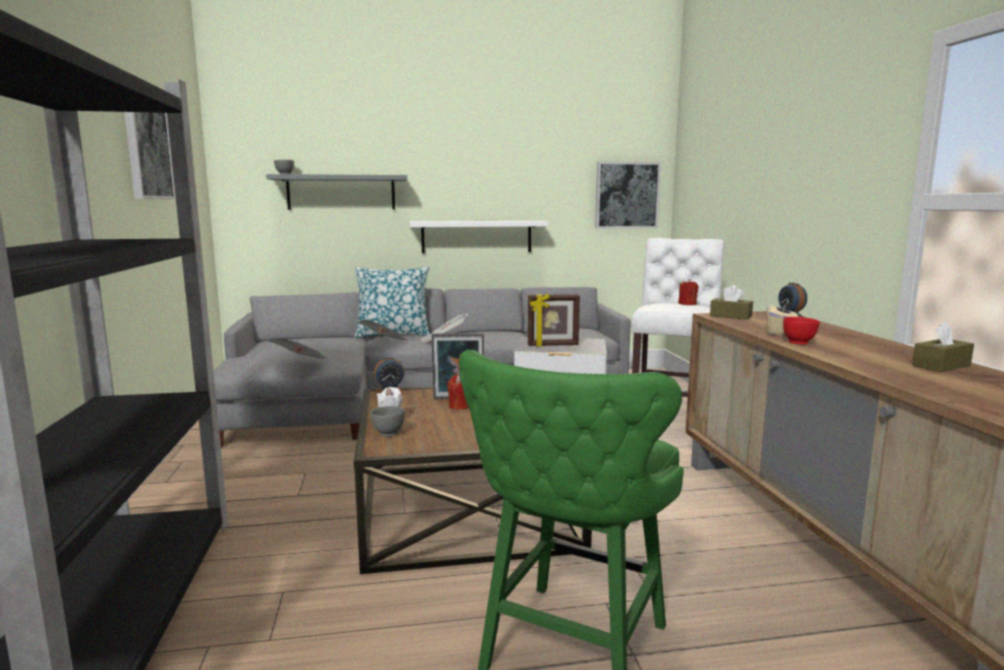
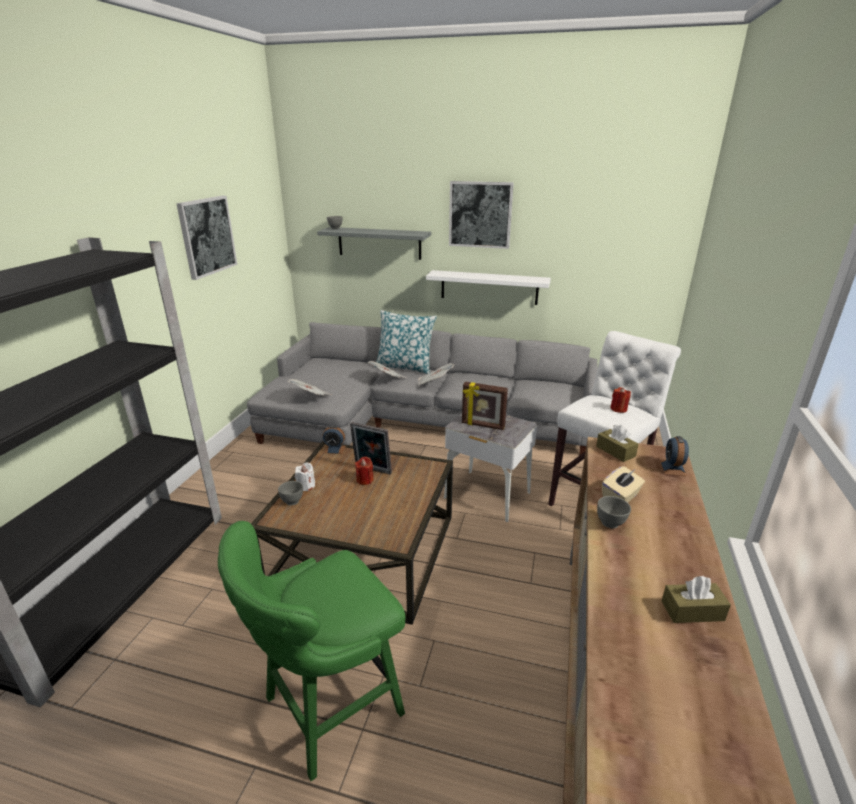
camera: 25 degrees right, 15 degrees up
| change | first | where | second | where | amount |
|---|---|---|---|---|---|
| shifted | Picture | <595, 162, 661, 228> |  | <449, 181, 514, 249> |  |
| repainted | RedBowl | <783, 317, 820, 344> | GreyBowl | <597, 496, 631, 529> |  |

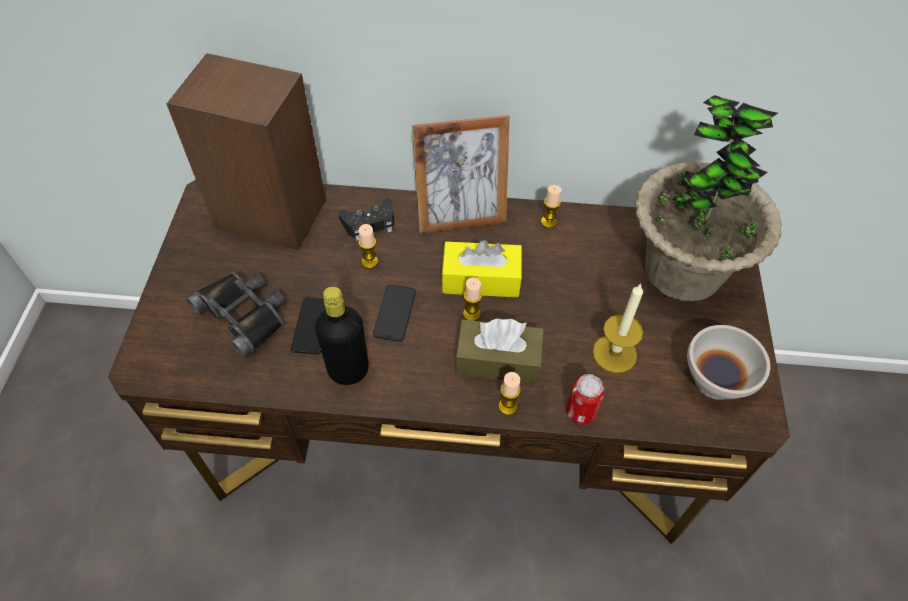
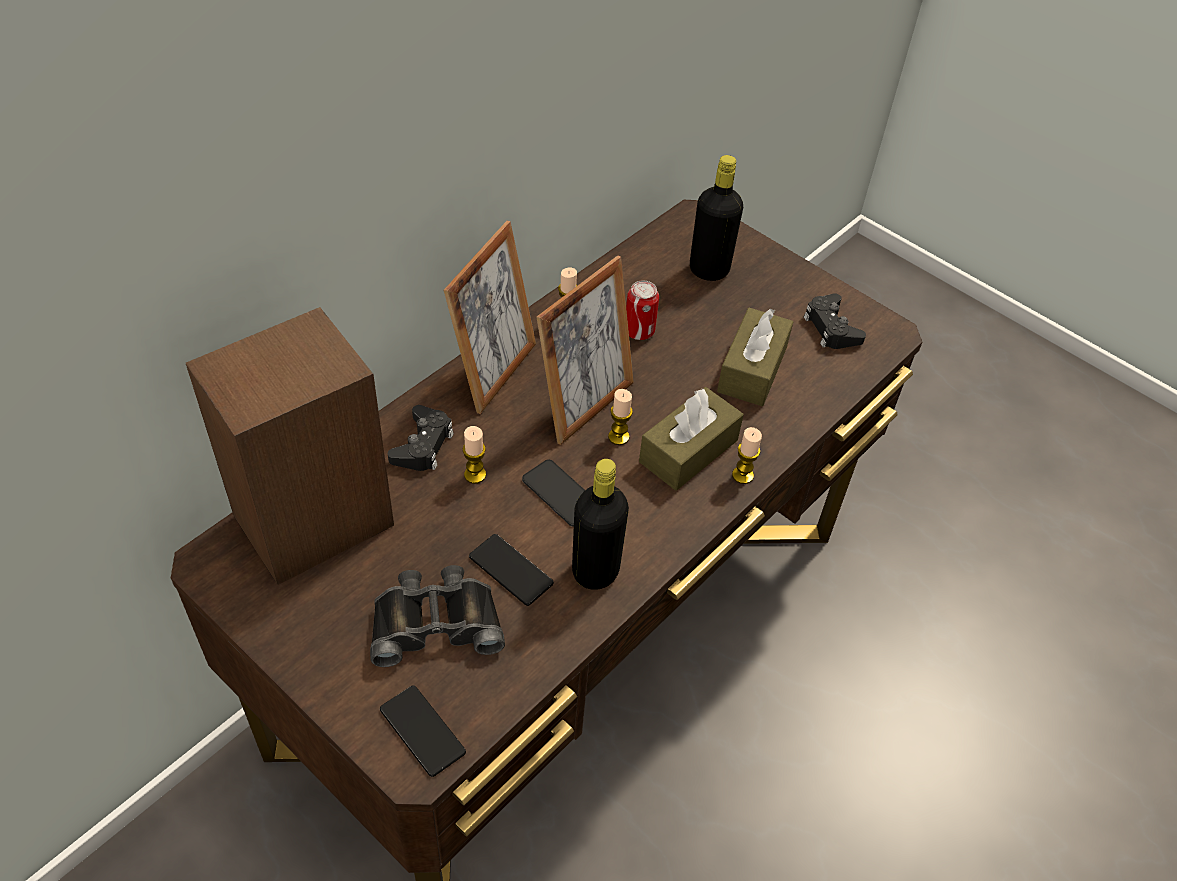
camera: 55 degrees left, 5 degrees down
| change | first | where | second | where | amount |
|---|---|---|---|---|---|
| swapped | YellowTissueBox | <441, 240, 522, 297> | PictureFrame | <536, 255, 634, 445> |  |
| shifted | Can | <566, 374, 605, 425> |  | <626, 280, 659, 340> |  |
| swapped | Candle | <593, 283, 643, 373> | BrownTissueBox | <717, 308, 793, 406> |  |
| swapped | PottedPlant | <635, 95, 782, 302> | BlackBottle | <690, 155, 743, 281> |  |
| swapped | WhiteBowl | <687, 325, 770, 400> | BlackGameController | <804, 293, 866, 349> |  |
| new |  |  | Phone | <380, 686, 466, 777> |  |

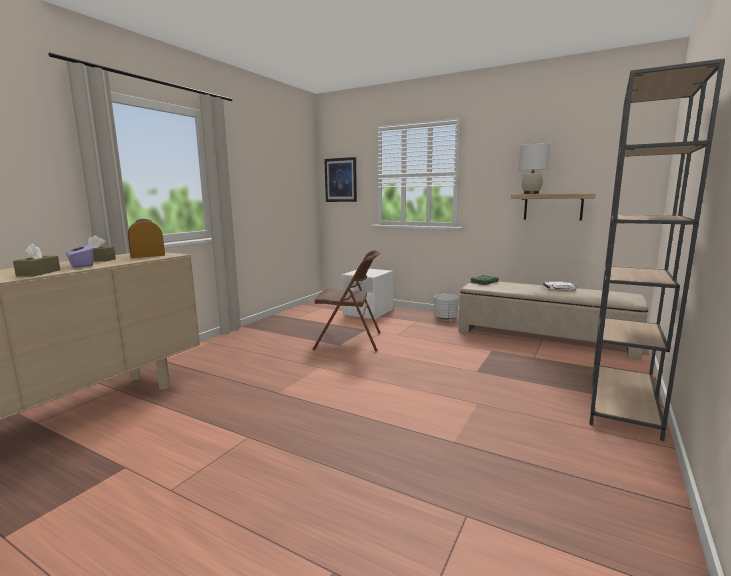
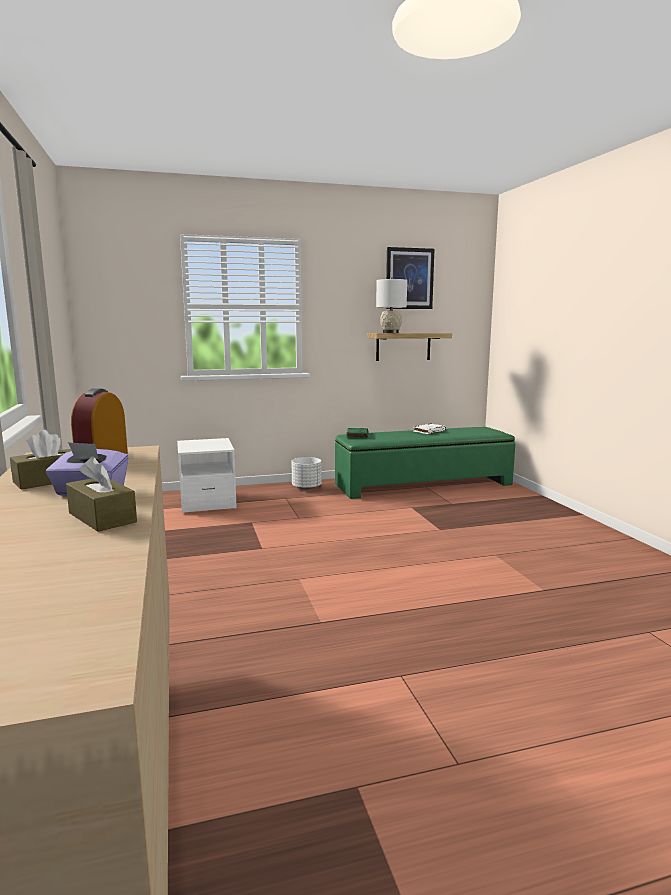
camera: 45 degrees left, 0 degrees up
| change | first | where | second | where | amount |
|---|---|---|---|---|---|
| gone | BrownChair | <313, 251, 380, 352> |  |  |  |
| shifted | Picture | <324, 157, 357, 202> |  | <386, 247, 434, 309> |  |
| repainted | BeigeBench | <458, 282, 649, 360> | GreenBench | <335, 427, 515, 499> |  |
| gone | Bookcase | <589, 58, 725, 441> |  |  |  |

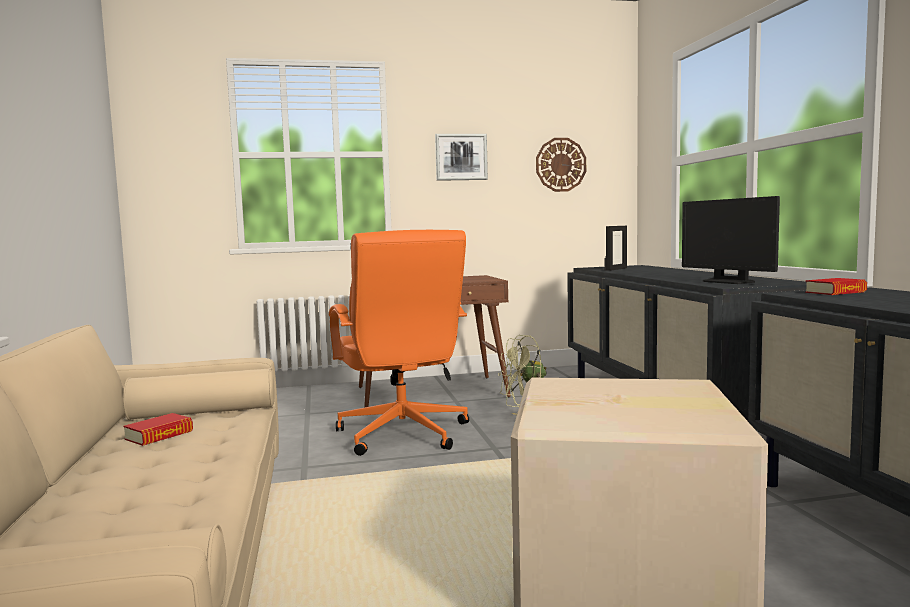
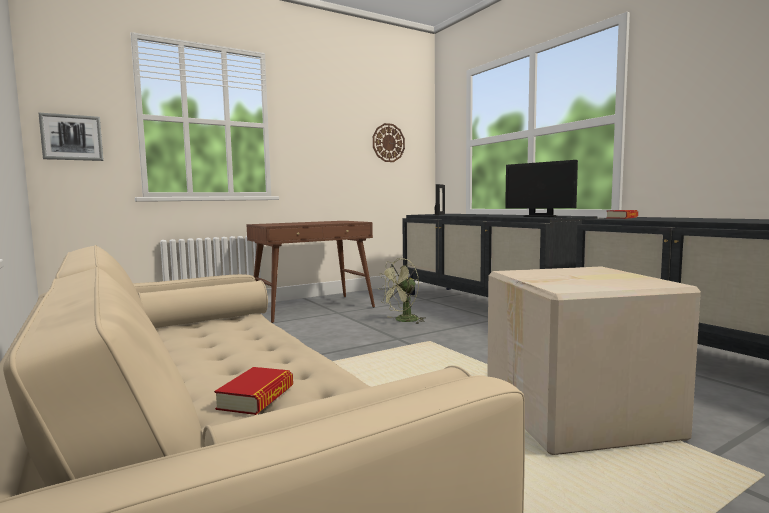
camera: 20 degrees left, 0 degrees up
| change | first | where | second | where | amount |
|---|---|---|---|---|---|
| shifted | Book | <123, 413, 193, 446> |  | <214, 367, 293, 415> |  |
| gone | OrangeOfficeChair | <329, 230, 469, 456> |  |  |  |
| shifted | Picture | <435, 134, 488, 181> |  | <38, 112, 104, 161> |  |

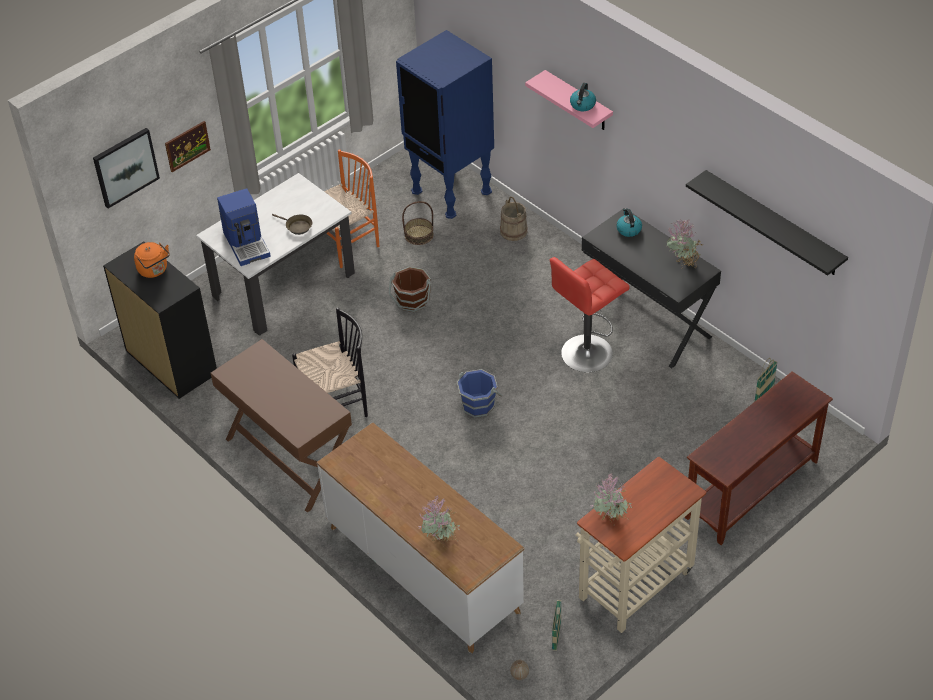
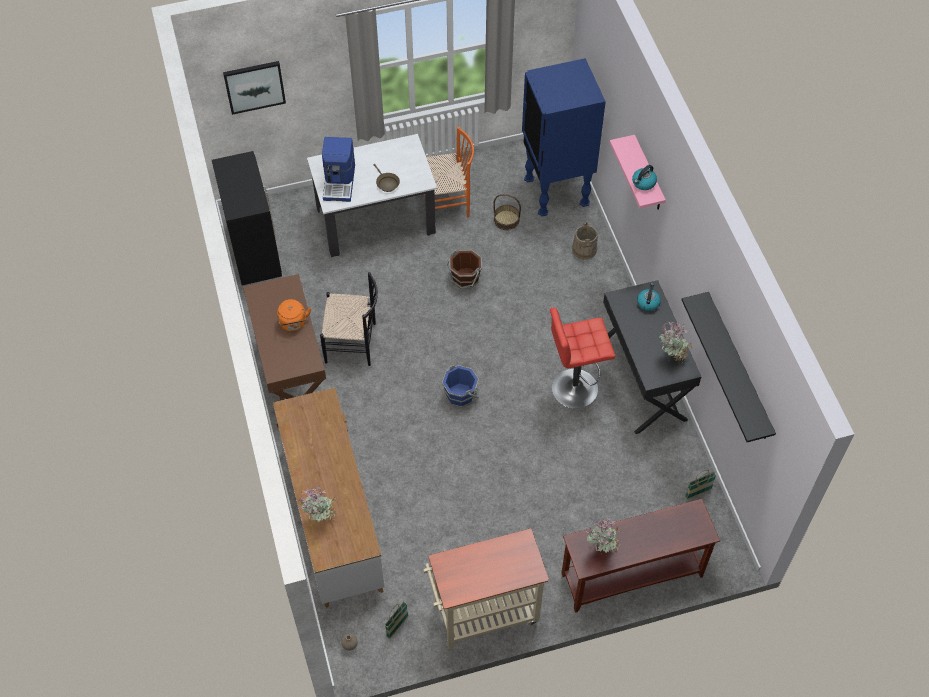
camera: 25 degrees right, 10 degrees up
| change | first | where | second | where | amount |
|---|---|---|---|---|---|
| shifted | OrangeKettle | <134, 242, 170, 278> |  | <277, 299, 311, 331> |  |
| gone | Picture | <165, 121, 211, 172> |  |  |  |
| shifted | PottedPlant | <590, 474, 632, 525> |  | <586, 517, 623, 554> |  |

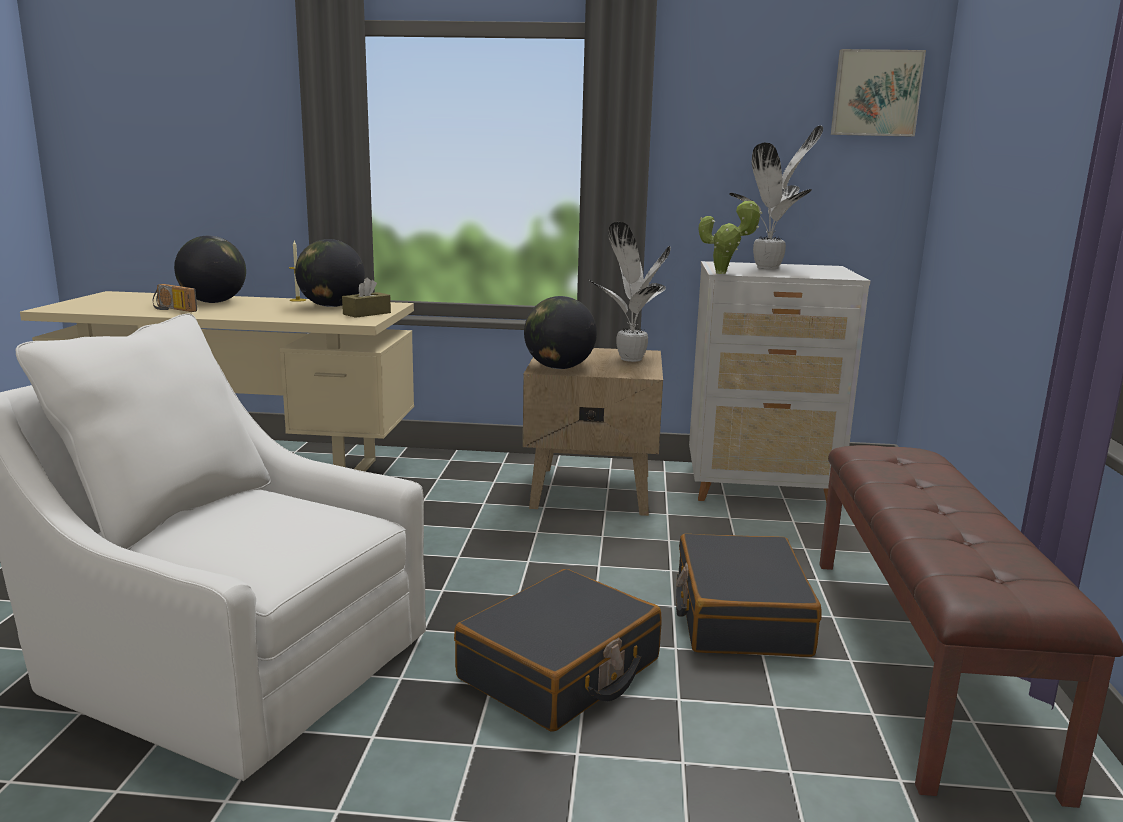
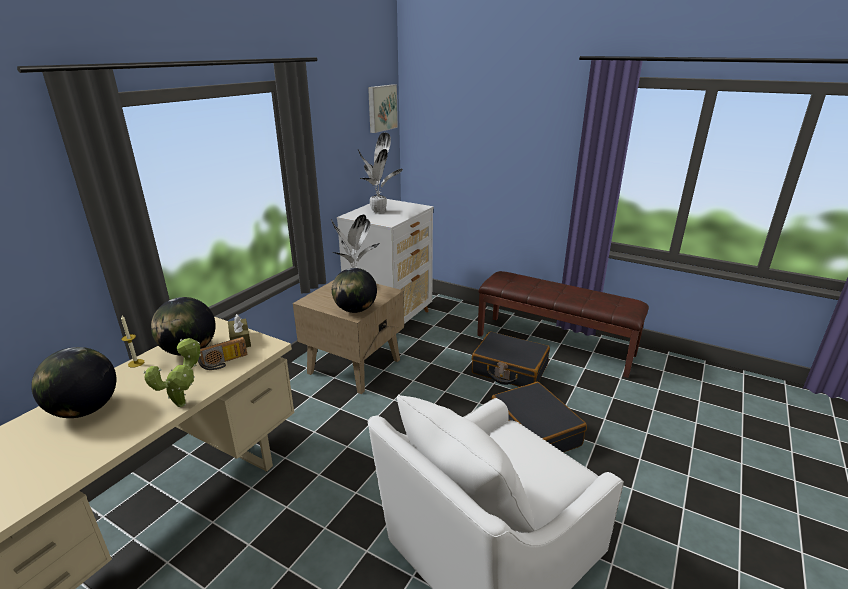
camera: 65 degrees left, 10 degrees up
| change | first | where | second | where | amount |
|---|---|---|---|---|---|
| shifted | Radio | <153, 284, 197, 312> |  | <198, 337, 247, 370> |  |
| shifted | PottedPlant | <698, 199, 762, 274> |  | <143, 338, 201, 407> |  |

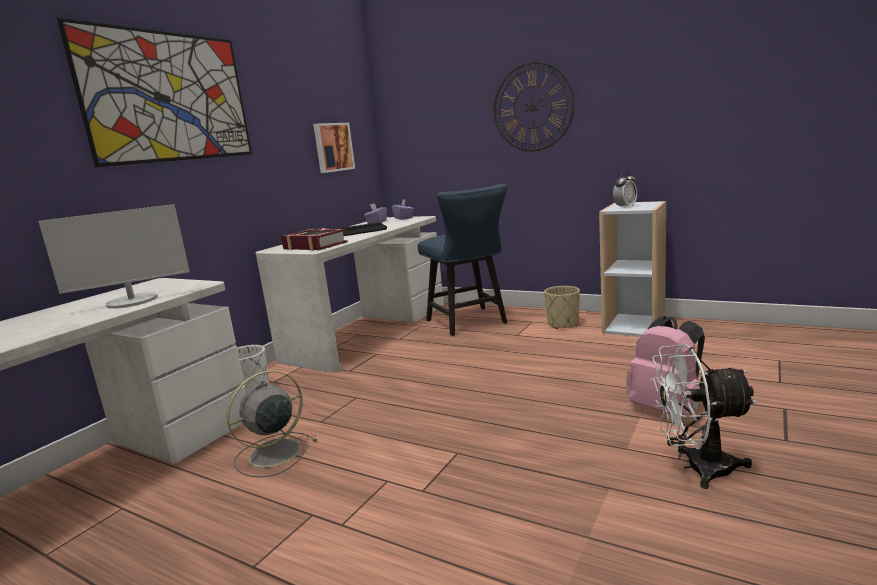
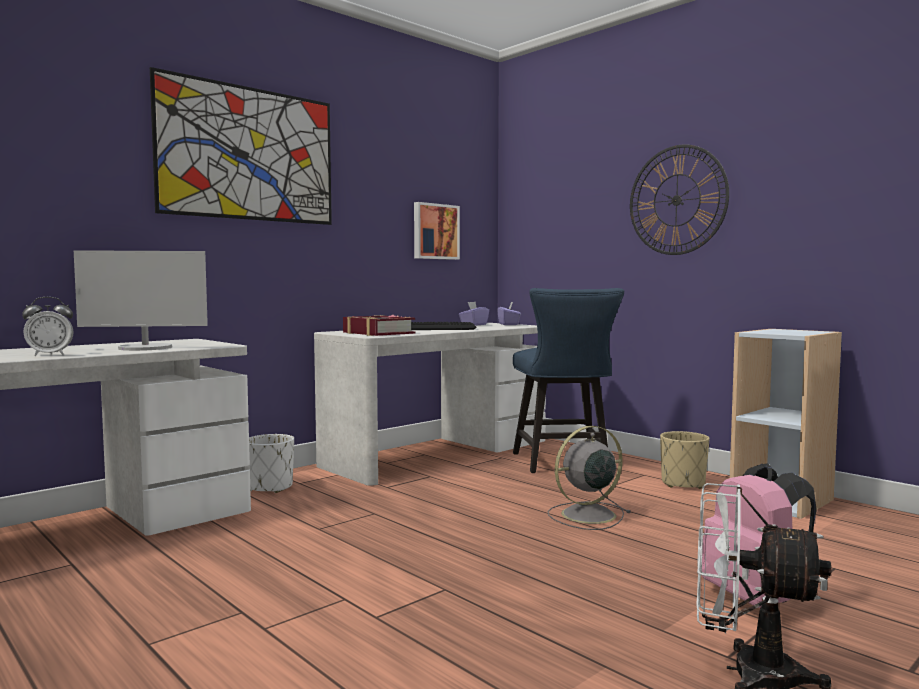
camera: 15 degrees right, 10 degrees down
| change | first | where | second | where | amount |
|---|---|---|---|---|---|
| shifted | GreyFan | <227, 370, 317, 477> |  | <547, 426, 632, 530> |  |
| shifted | AlarmClock | <613, 172, 637, 208> |  | <22, 297, 74, 356> |  |

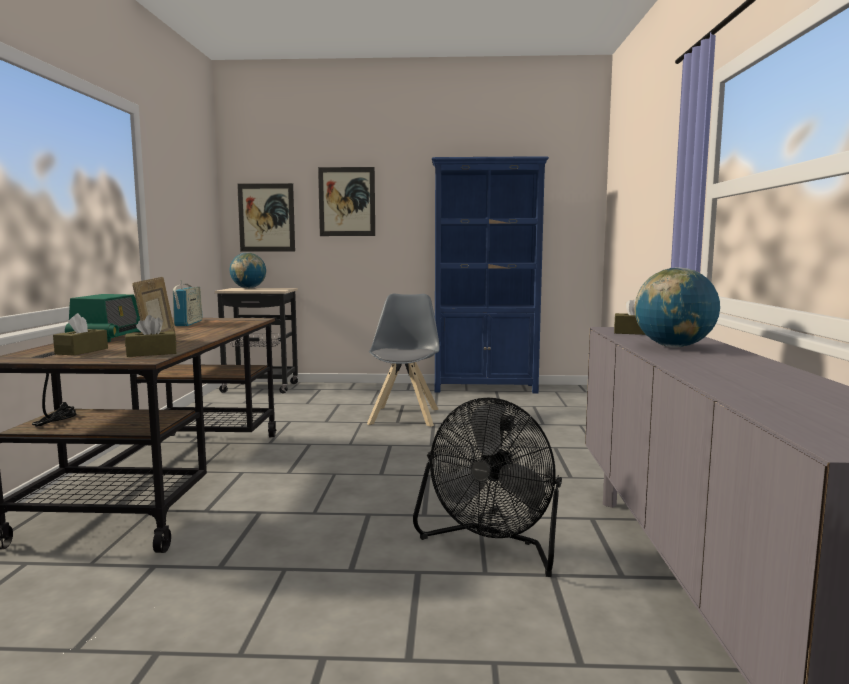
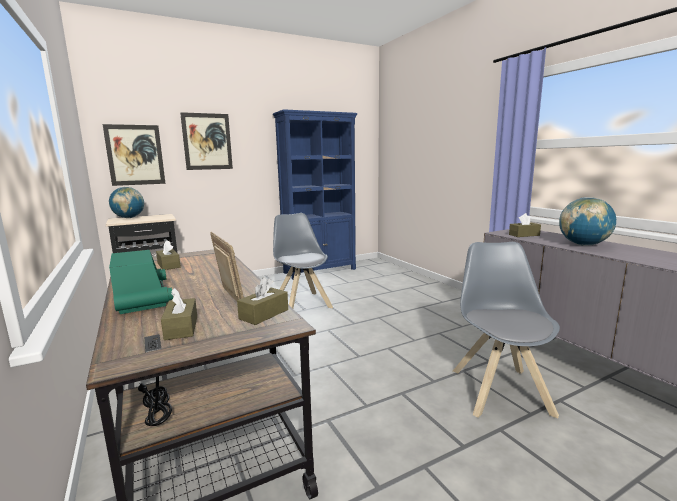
camera: 30 degrees left, 5 degrees up
| change | first | where | second | where | amount |
|---|---|---|---|---|---|
| swapped | Radio | <173, 280, 203, 326> | BrownTissueBox | <156, 240, 181, 270> |  |
| swapped | BlackFan | <413, 398, 562, 577> | GreyChair | <453, 242, 560, 419> |  |

